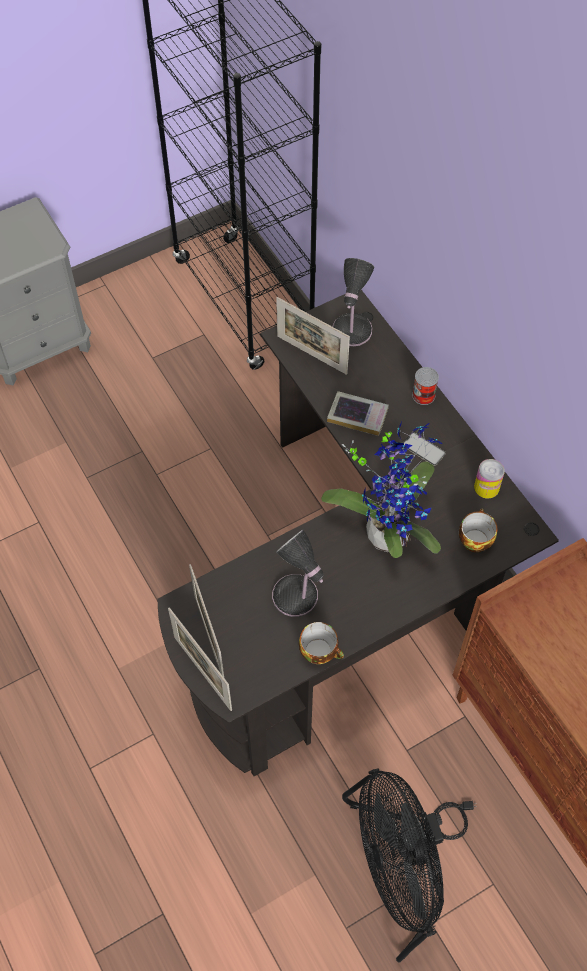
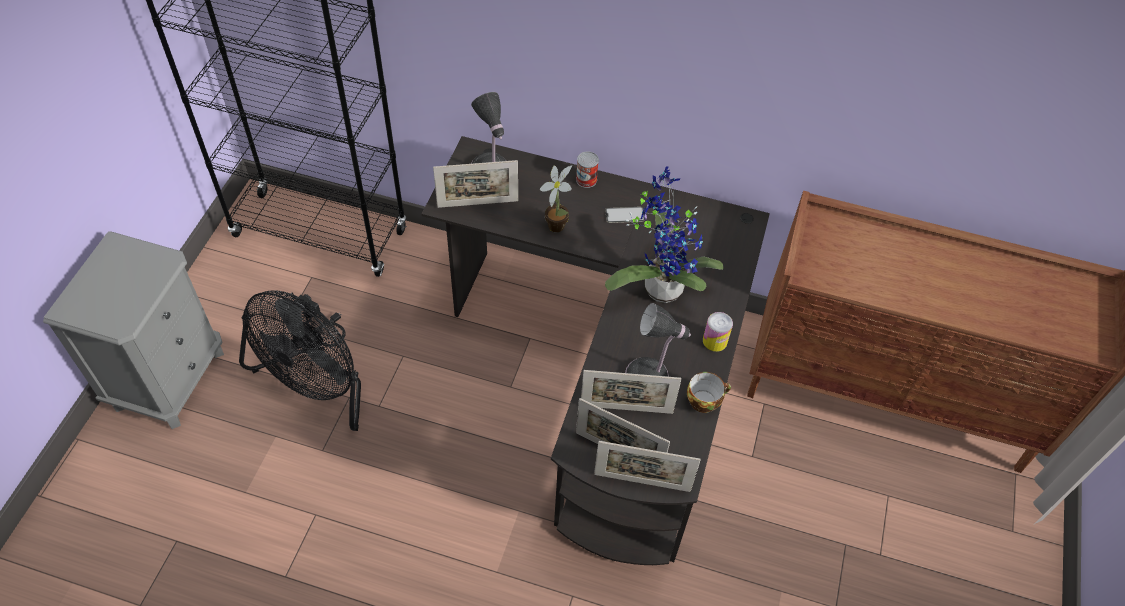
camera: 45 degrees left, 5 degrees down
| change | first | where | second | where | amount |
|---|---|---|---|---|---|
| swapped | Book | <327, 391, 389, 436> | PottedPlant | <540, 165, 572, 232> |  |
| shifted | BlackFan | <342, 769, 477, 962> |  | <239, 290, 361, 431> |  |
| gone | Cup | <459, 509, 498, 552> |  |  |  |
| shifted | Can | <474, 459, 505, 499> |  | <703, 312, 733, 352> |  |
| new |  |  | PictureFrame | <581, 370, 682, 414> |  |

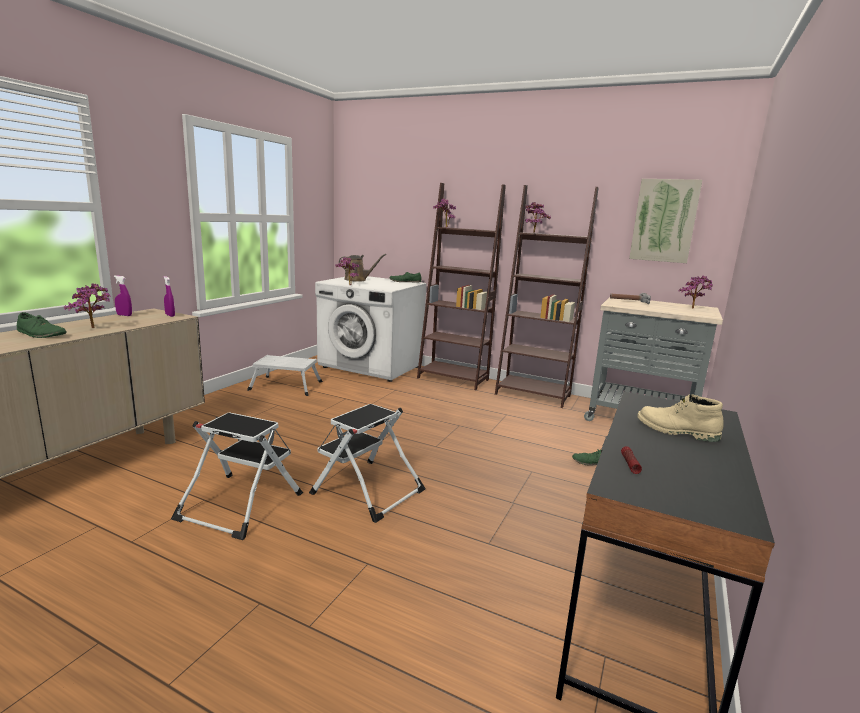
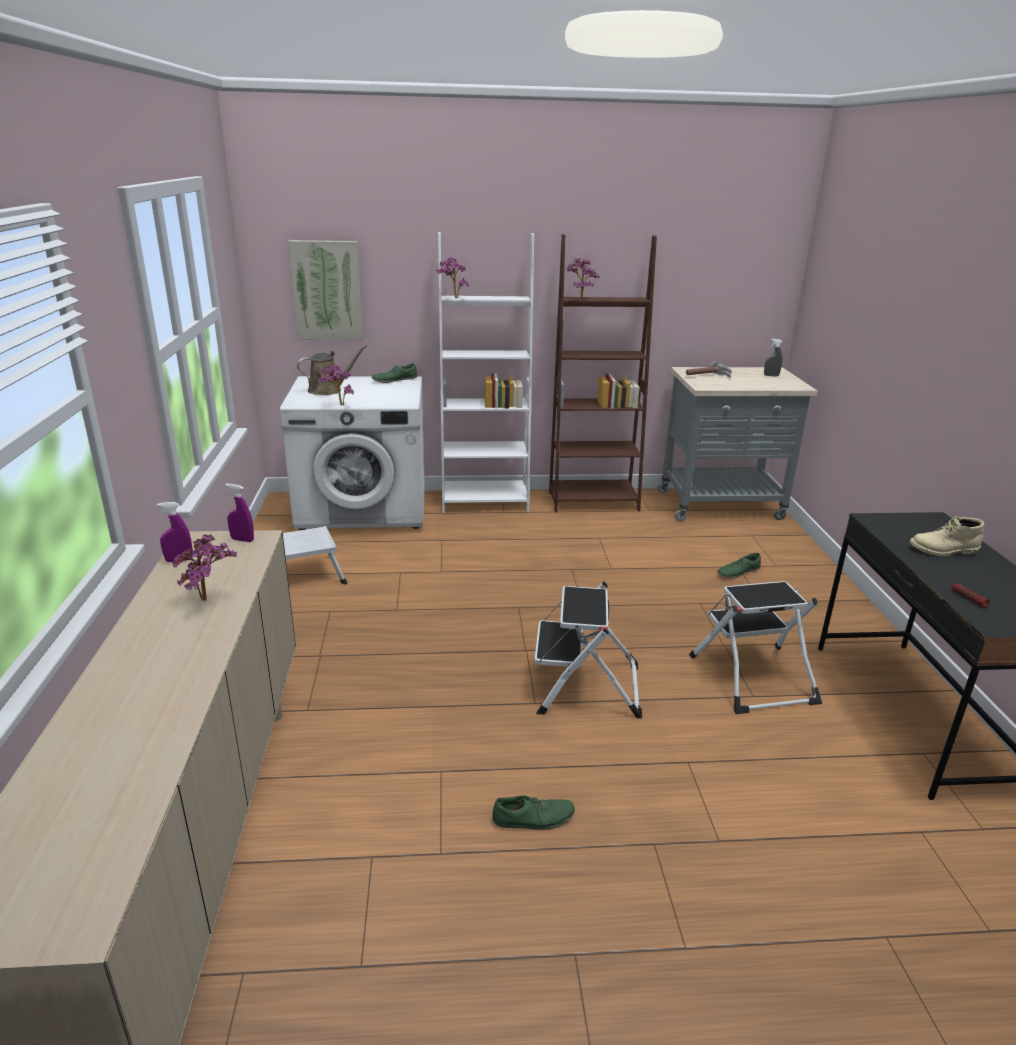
camera: 30 degrees left, 10 degrees up
| change | first | where | second | where | amount |
|---|---|---|---|---|---|
| shifted | GreenShoe | <17, 312, 67, 338> |  | <492, 795, 575, 830> |  |
| shifted | StepLadder | <171, 413, 303, 540> |  | <689, 581, 822, 714> |  |
| repainted | BrownBookcase | <417, 183, 506, 390> | WhiteBookcase | <438, 232, 534, 513> |  |
| shifted | Picture | <629, 179, 702, 263> |  | <288, 240, 363, 340> |  |
| swapped | PottedPlant | <679, 276, 713, 309> | GreySprayBottle | <764, 339, 783, 377> |  |

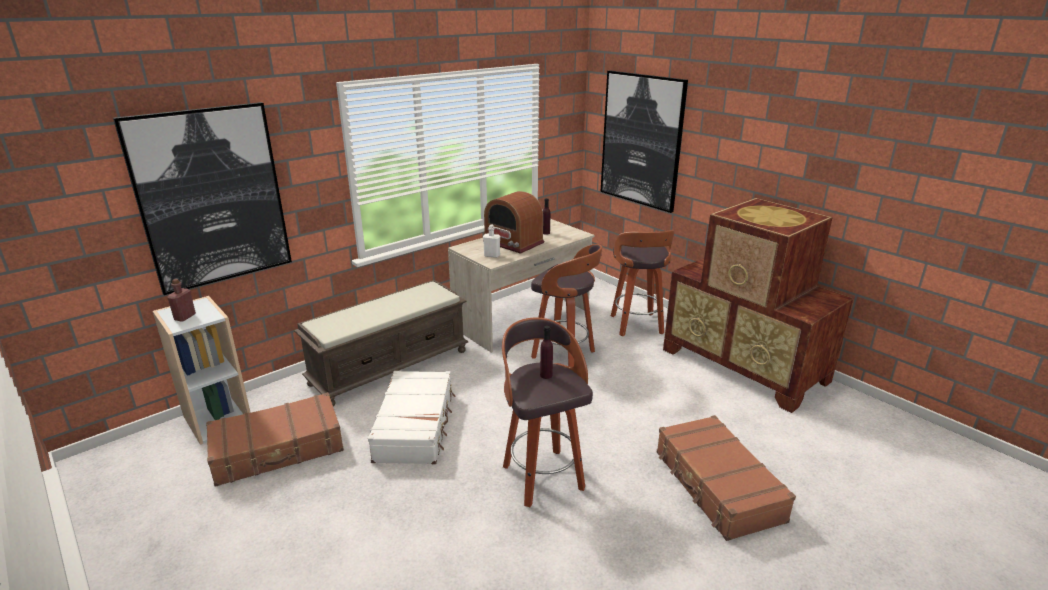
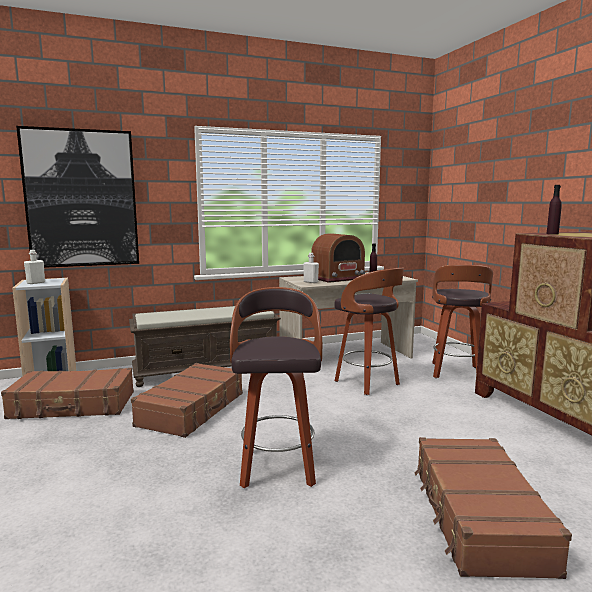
camera: 20 degrees right, 15 degrees down
| change | first | where | second | where | amount |
|---|---|---|---|---|---|
| repainted | RedBottle | <167, 279, 196, 322> | WhiteBottle | <24, 250, 45, 284> |  |
| repainted | WhiteSuitcase | <368, 371, 455, 464> | BrownSuitcase | <131, 363, 243, 438> |  |
| rotated | Radio | <484, 191, 545, 254> |  | <311, 233, 365, 283> | 90 degrees counterclockwise |
| shifted | PurpleBottle | <540, 326, 553, 379> |  | <547, 185, 562, 235> |  |
| gone | Picture | <600, 70, 688, 213> |  |  |  |

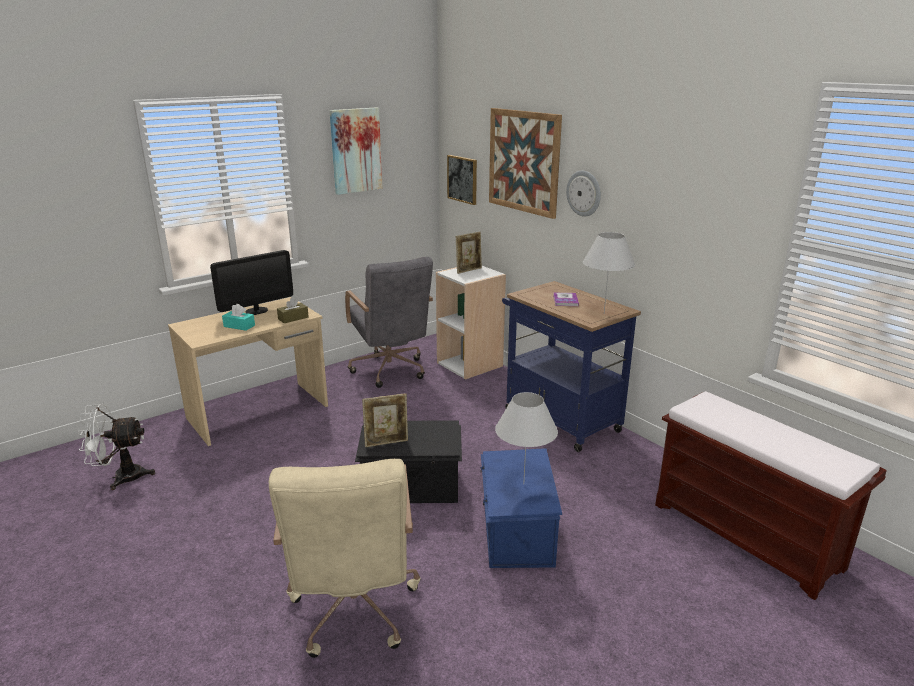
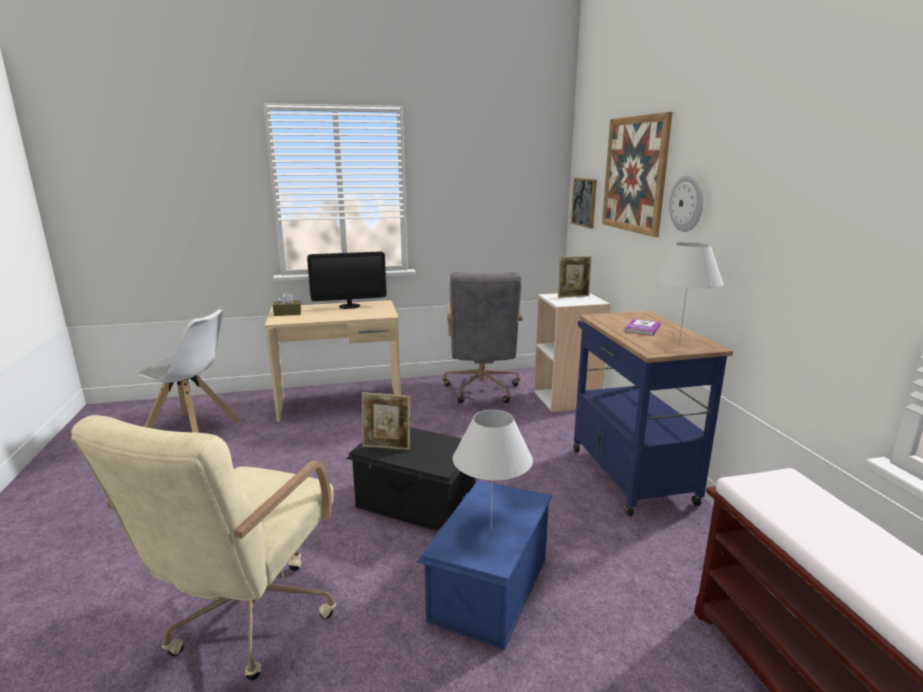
camera: 25 degrees right, 5 degrees down
| change | first | where | second | where | amount |
|---|---|---|---|---|---|
| swapped | WhiteFan | <77, 404, 155, 490> | Chair | <136, 309, 240, 433> |  |
| gone | TurquoiseTissueBox | <222, 304, 255, 331> |  |  |  |
| shifted | BrownTissueBox | <277, 297, 309, 323> |  | <273, 292, 301, 316> |  |
| gone | Picture | <329, 107, 383, 195> |  |  |  |

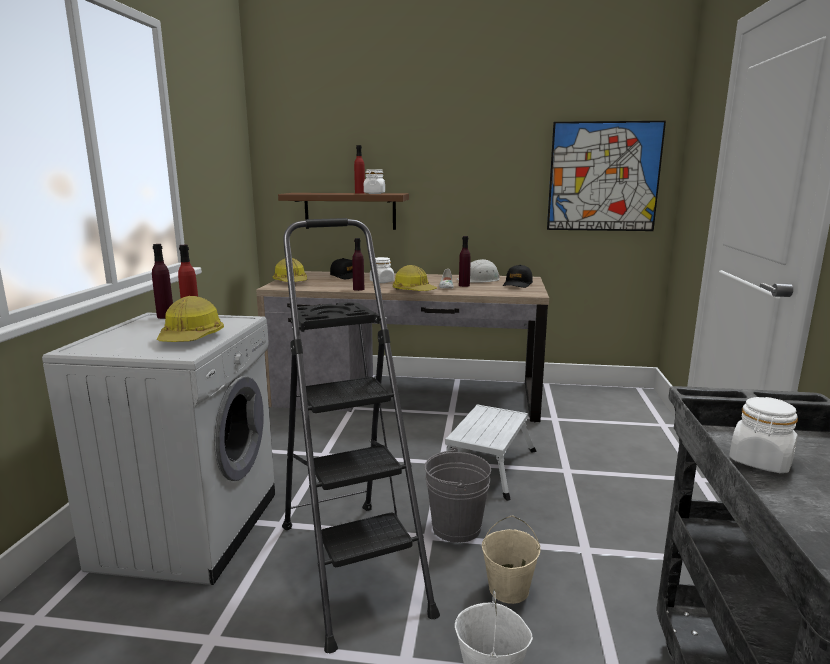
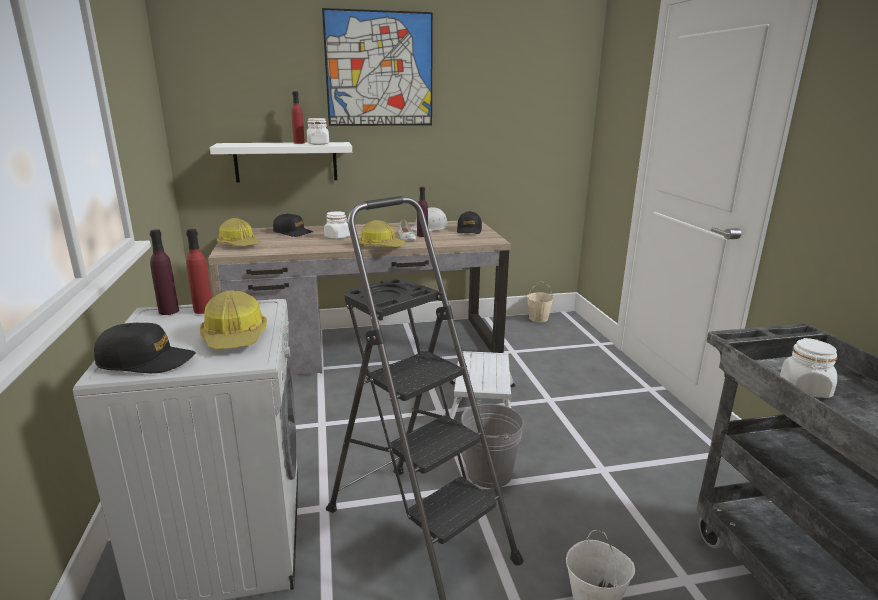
camera: 20 degrees left, 5 degrees up
| change | first | where | second | where | amount |
|---|---|---|---|---|---|
| repainted | BrownShelf | <278, 193, 409, 230> | WhiteShelf | <210, 142, 352, 182> |  |
| gone | PurpleBottle | <352, 238, 364, 291> |  |  |  |
| shifted | BeigeBucket | <482, 516, 540, 604> |  | <527, 281, 554, 322> |  |
| shifted | Picture | <547, 121, 666, 231> |  | <322, 8, 433, 126> |  |
| new |  |  | BlackCap | <94, 323, 195, 373> |  |

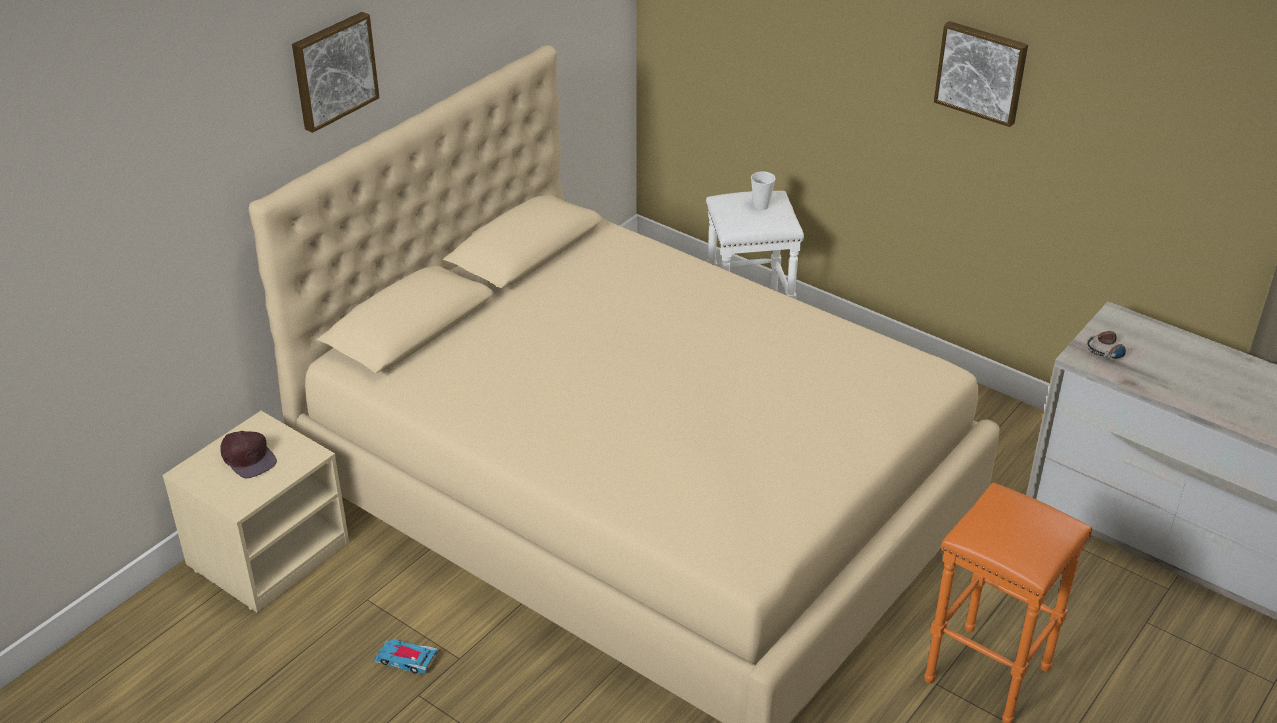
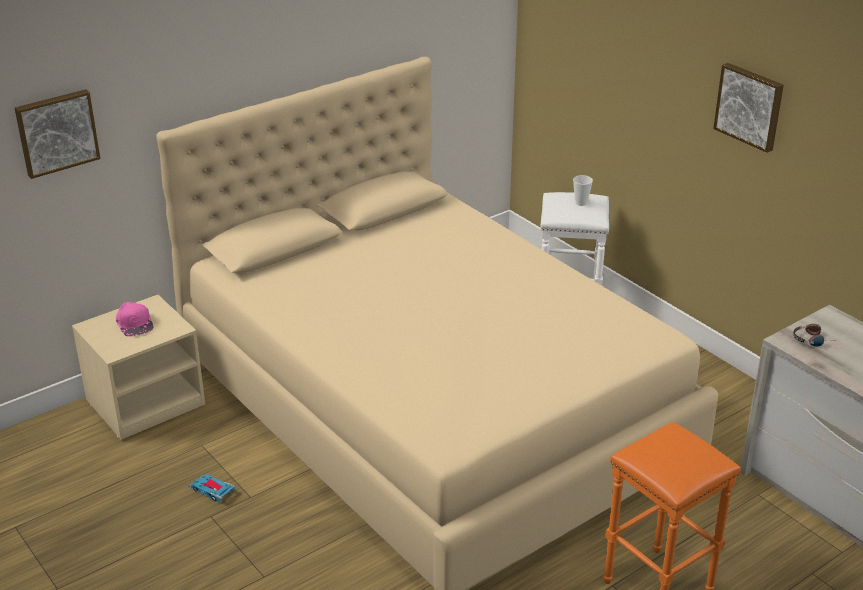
camera: 15 degrees right, 5 degrees down
| change | first | where | second | where | amount |
|---|---|---|---|---|---|
| repainted | BrownCap | <220, 431, 277, 478> | PinkCap | <116, 302, 153, 337> |  |
| shifted | Picture | <292, 12, 380, 133> |  | <15, 89, 100, 179> |  |

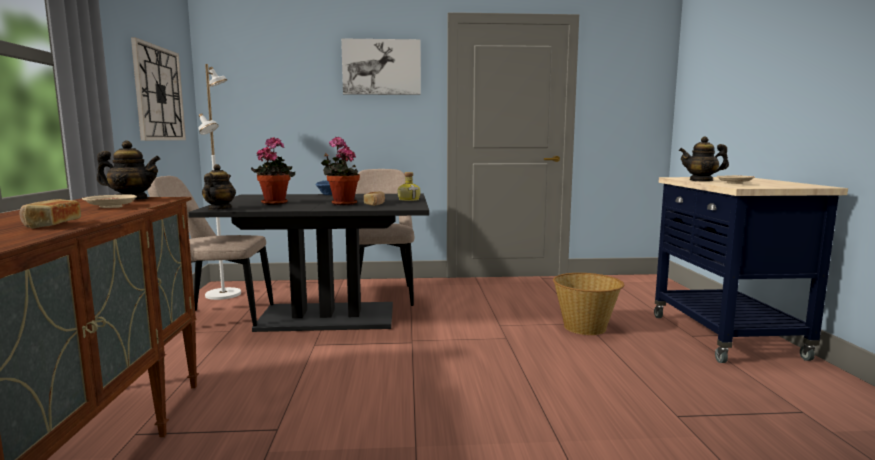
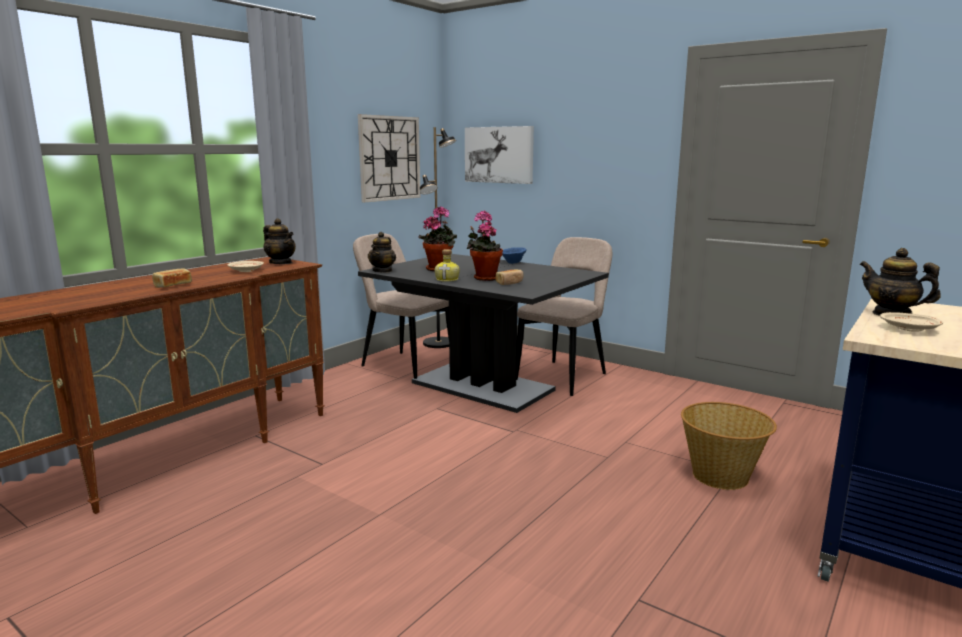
camera: 40 degrees right, 5 degrees up
| change | first | where | second | where | amount |
|---|---|---|---|---|---|
| repainted | WhiteFloorLamp | <198, 64, 241, 300> | BlackFloorLamp | <420, 127, 456, 348> |  |
| rotated | Teapot | <202, 164, 236, 210> |  | <368, 232, 396, 273> | 150 degrees clockwise |
| shifted | Picture | <341, 39, 421, 95> |  | <465, 126, 534, 184> |  |
| shifted | Bottle | <397, 172, 421, 201> |  | <435, 249, 460, 282> |  |

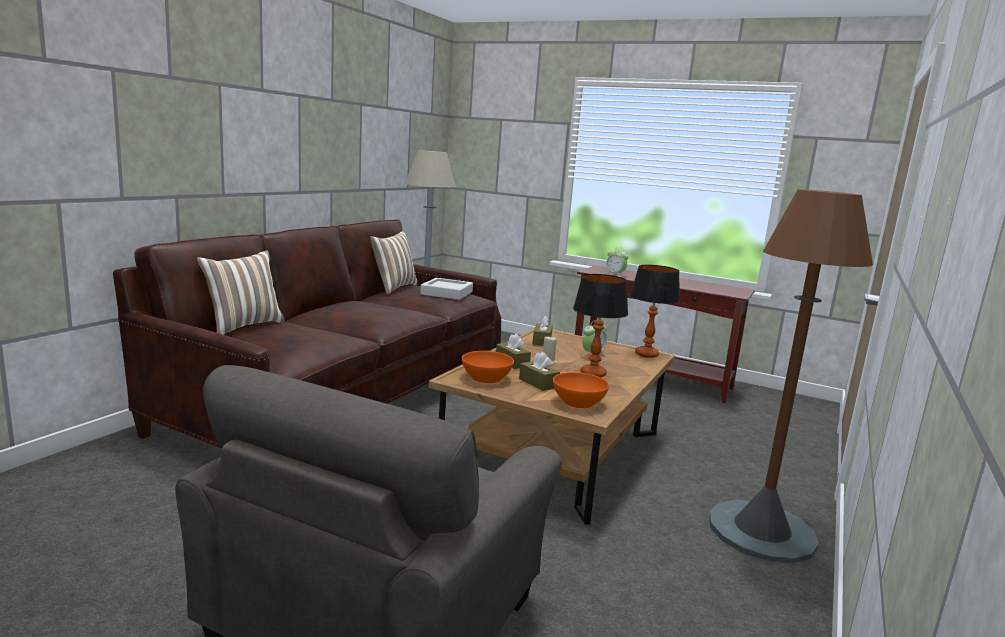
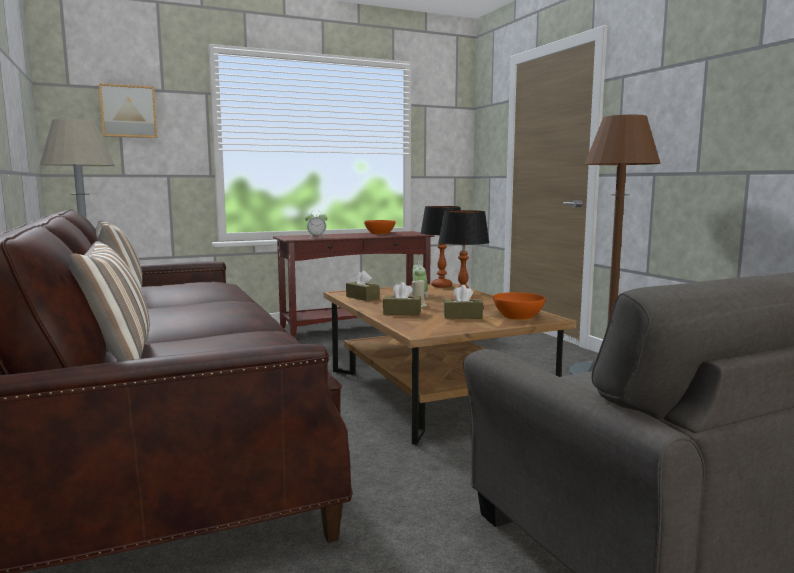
camera: 50 degrees left, 5 degrees down
| change | first | where | second | where | amount |
|---|---|---|---|---|---|
| gone | GreyTray | <420, 278, 473, 300> |  |  |  |
| shifted | OrangeBowl | <462, 351, 514, 383> |  | <364, 220, 396, 234> |  |
| new |  |  | Picture | <99, 83, 157, 138> |  |

